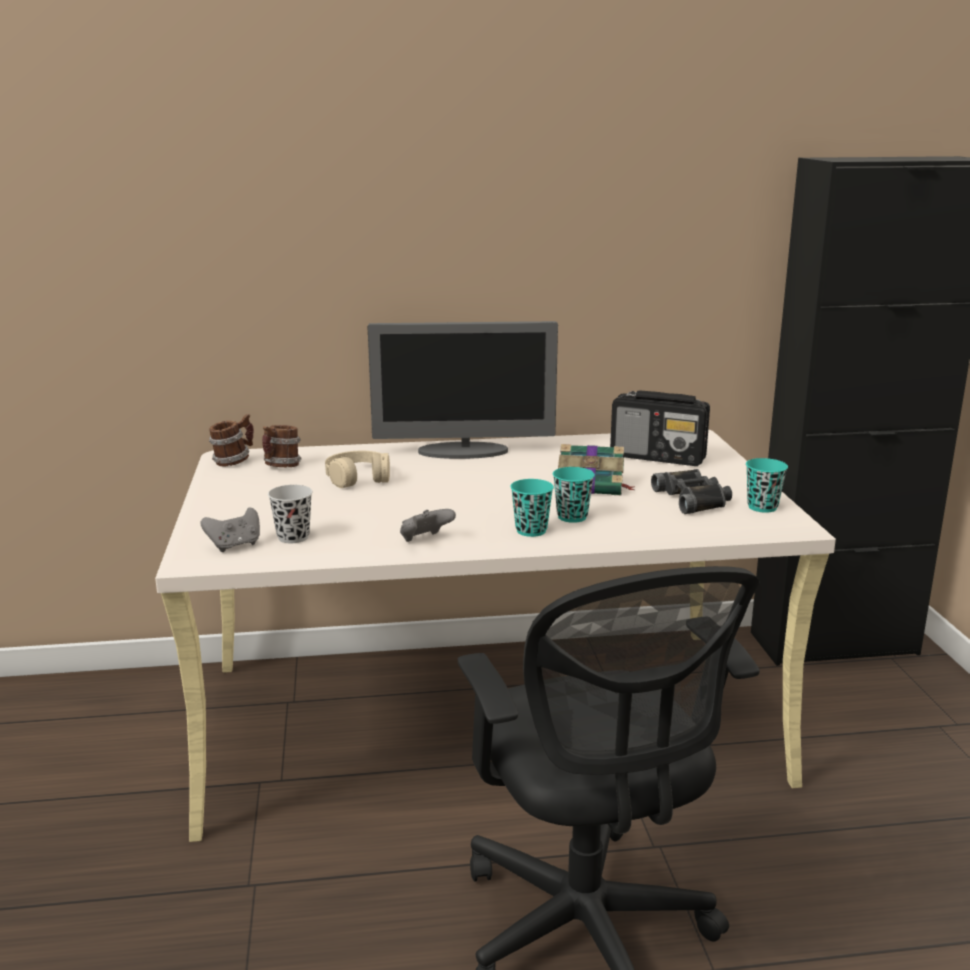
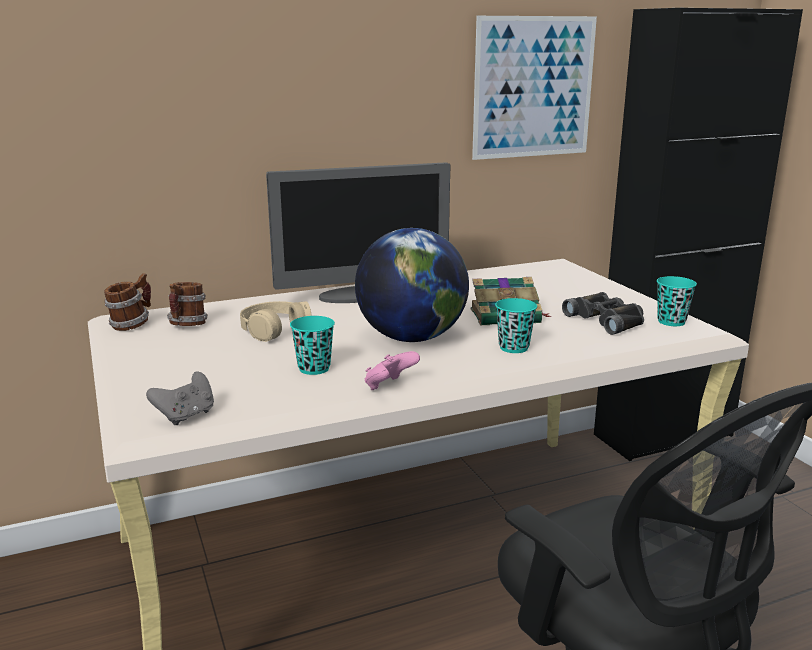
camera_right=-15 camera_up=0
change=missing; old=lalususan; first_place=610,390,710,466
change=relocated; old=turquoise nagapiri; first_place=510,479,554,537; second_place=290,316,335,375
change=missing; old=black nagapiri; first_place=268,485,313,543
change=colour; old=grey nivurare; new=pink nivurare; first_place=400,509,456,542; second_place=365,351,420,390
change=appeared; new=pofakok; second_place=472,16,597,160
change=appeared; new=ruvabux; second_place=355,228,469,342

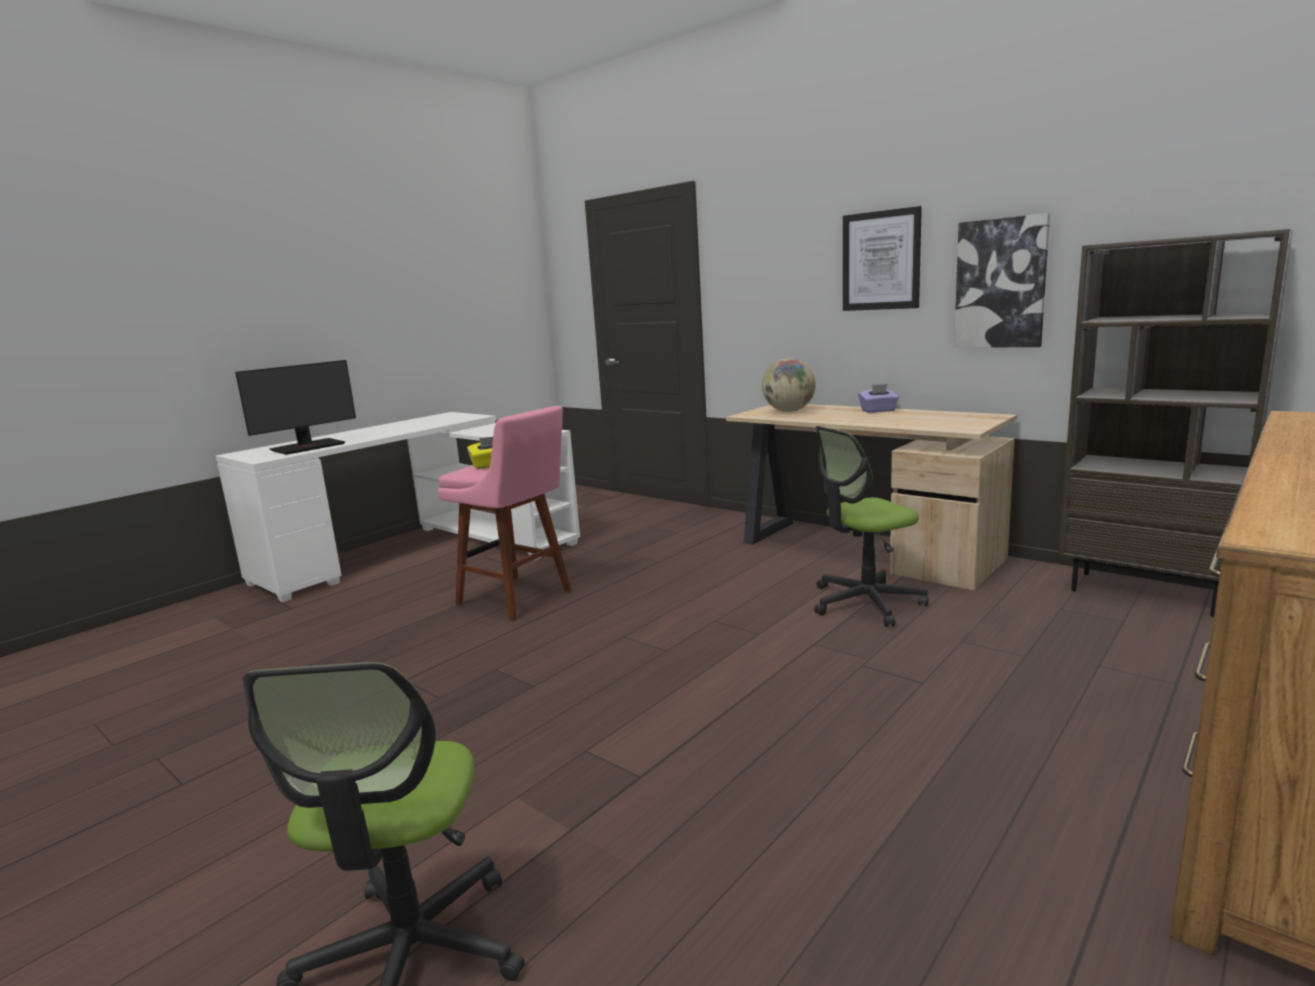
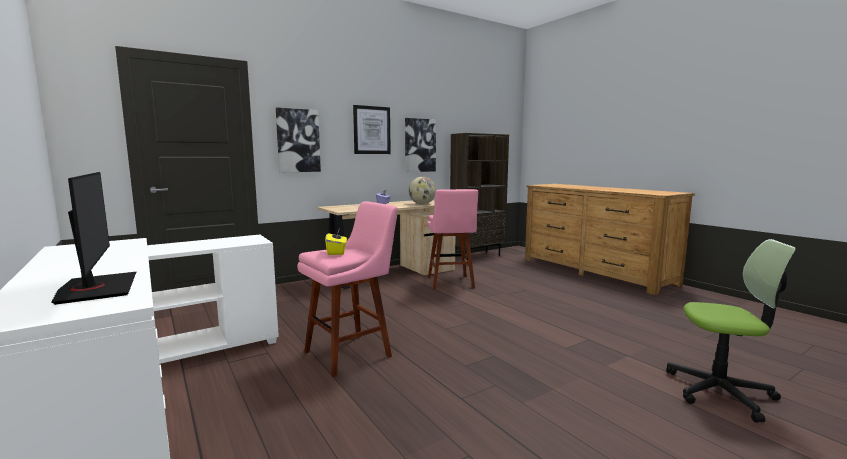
camera_right=-75 camera_up=-5
change=relocated; old=ruvabux; first_place=762,358,816,412; second_place=408,177,436,205
change=exchanged; old=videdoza; new=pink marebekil; first_place=814,426,928,627; second_place=427,189,478,290
change=appeared; new=pofakok; second_place=276,108,321,172

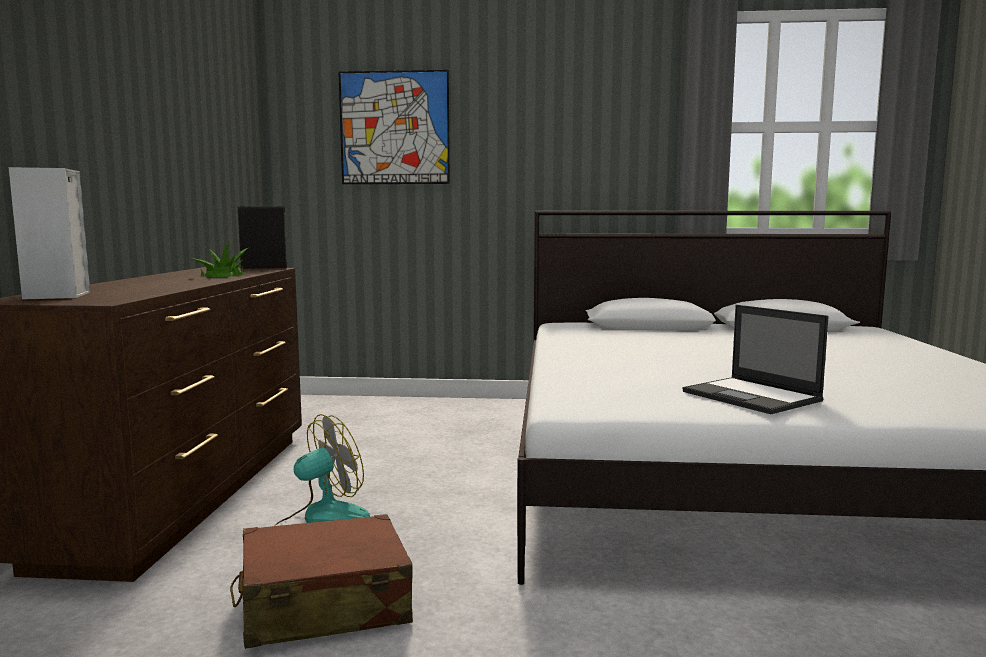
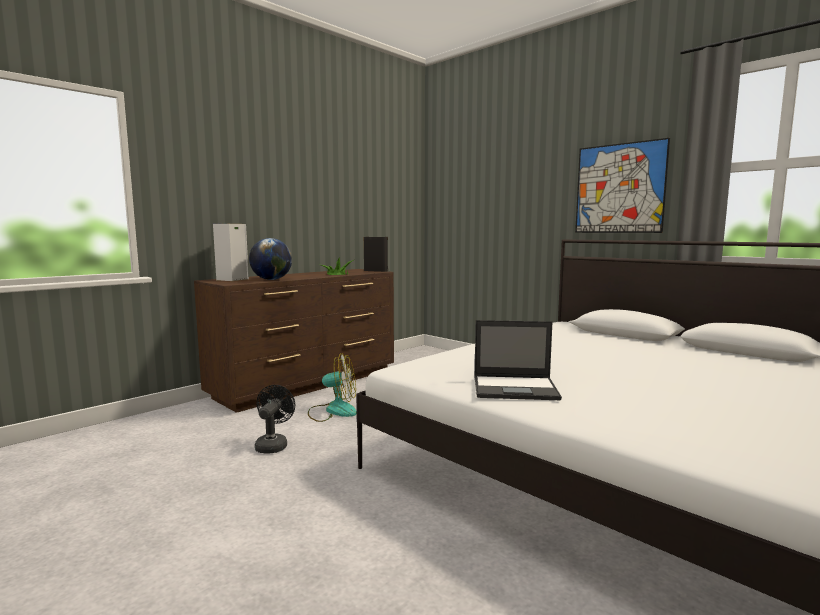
camera_right=40 camera_up=0
change=relocated; old=pofakok; first_place=339,70,450,184; second_place=575,138,670,233
change=spun; old=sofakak; first_place=683,305,829,414; second_place=474,320,562,400; degrees=-90
change=exchanged; old=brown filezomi; new=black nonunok; first_place=230,514,413,649; second_place=255,385,295,454
change=appeared; new=ruvabux; second_place=249,238,292,280

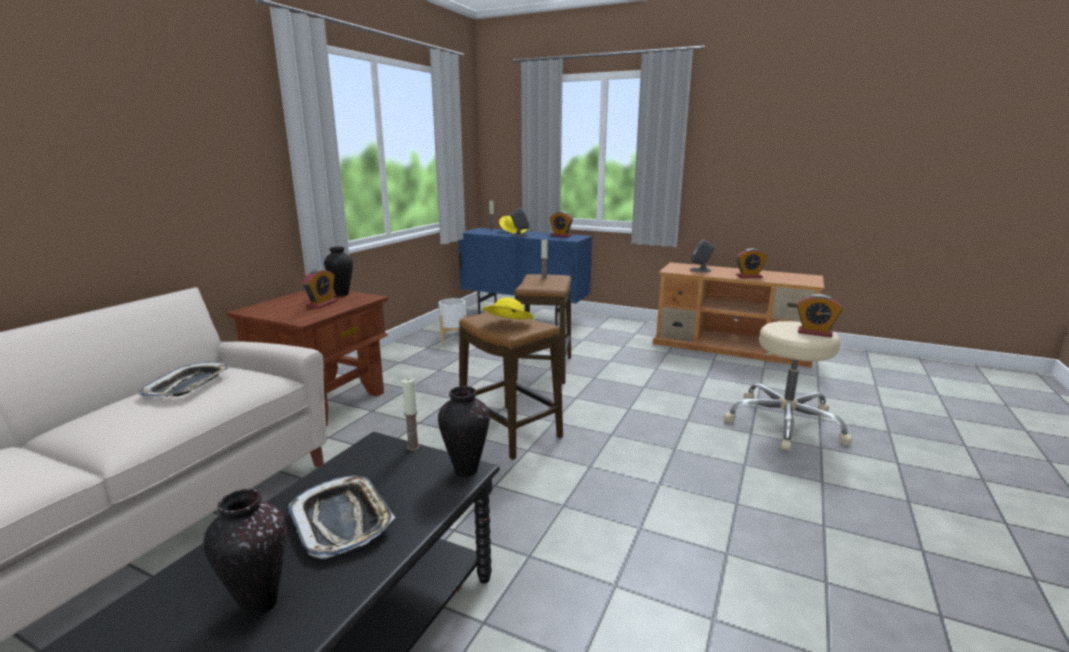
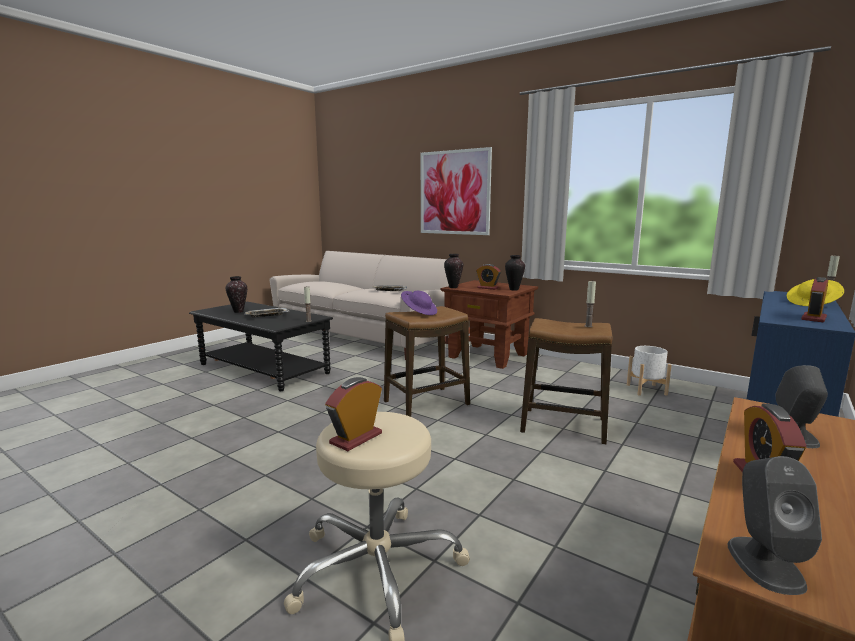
camera_right=100 camera_up=-5
change=relocated; old=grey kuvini; first_place=511,207,530,237; second_place=728,456,822,595
change=colour; old=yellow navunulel; new=purple navunulel; first_place=482,297,534,320; second_place=401,291,437,315
change=relocated; old=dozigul; first_place=438,386,490,477; second_place=444,254,463,288
change=appeared; new=pofakok; second_place=421,147,492,235

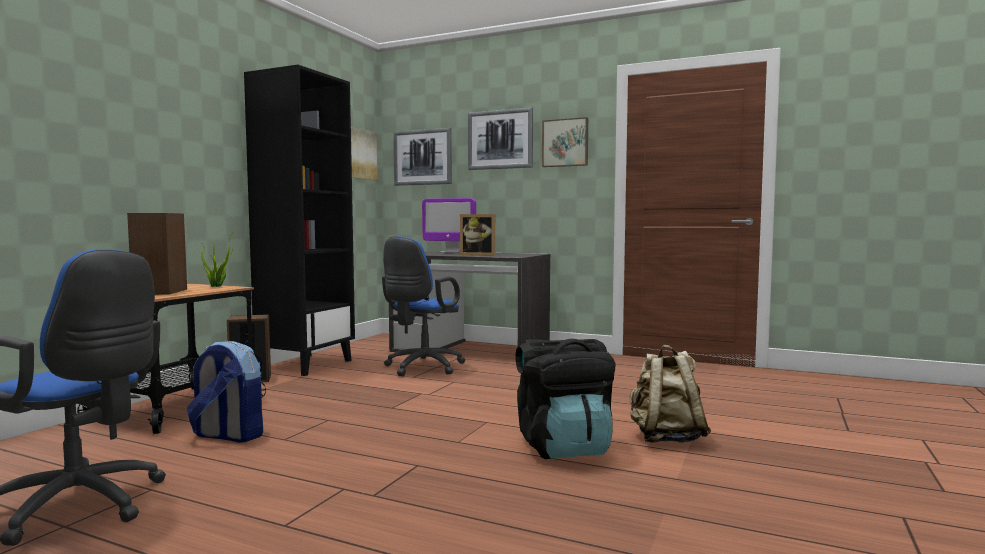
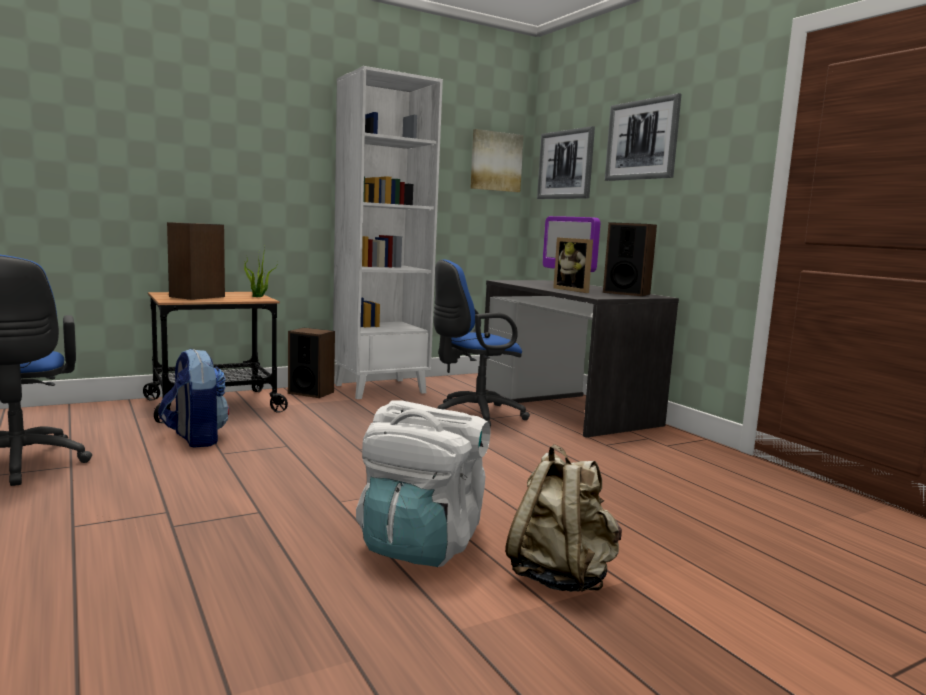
camera_right=35 camera_up=5
change=colour; old=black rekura; new=white rekura; first_place=244,65,355,376; second_place=333,66,443,399
change=missing; old=pofakok; first_place=542,117,588,167
change=colour; old=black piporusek; new=white piporusek; first_place=515,339,616,459; second_place=356,400,490,567
change=appeared; new=kuvini; second_place=603,222,657,296

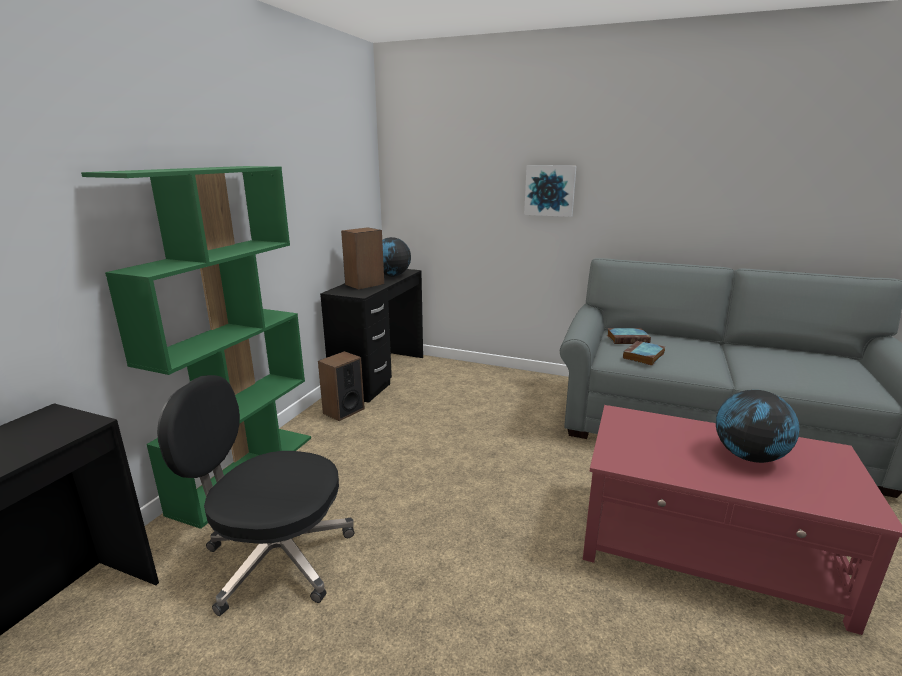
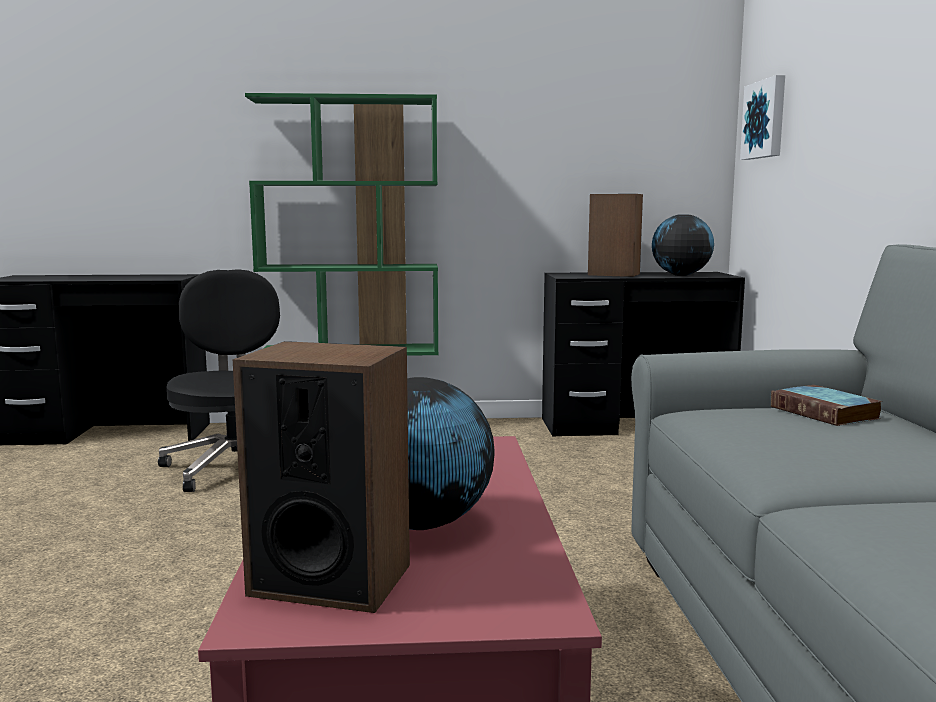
camera_right=65 camera_up=-10
change=relocated; old=pofakok; first_place=524,165,576,217; second_place=740,75,785,160
change=missing; old=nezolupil; first_place=623,341,665,366
change=relocated; old=kuvini; first_place=318,351,365,421; second_place=233,341,410,613

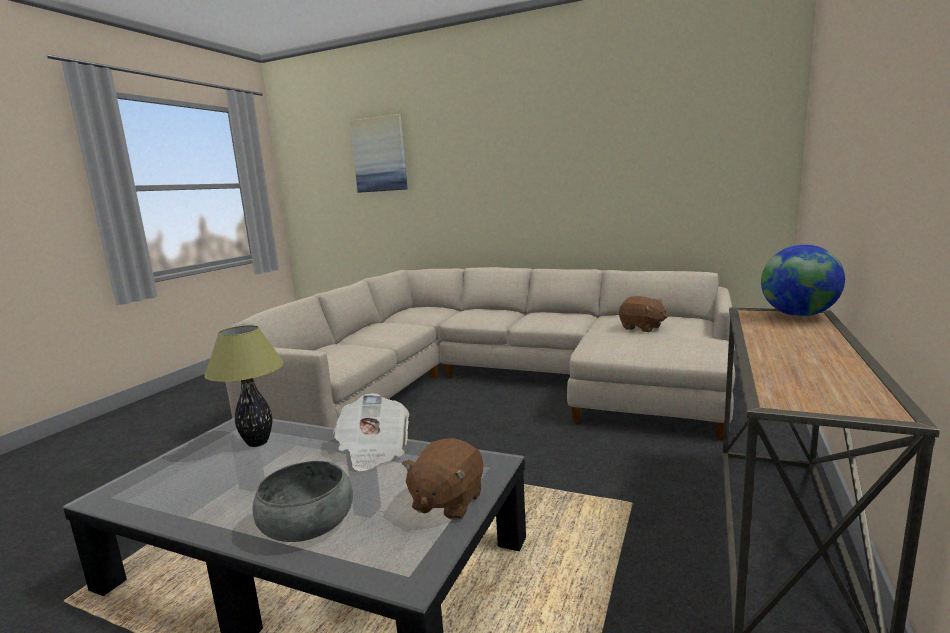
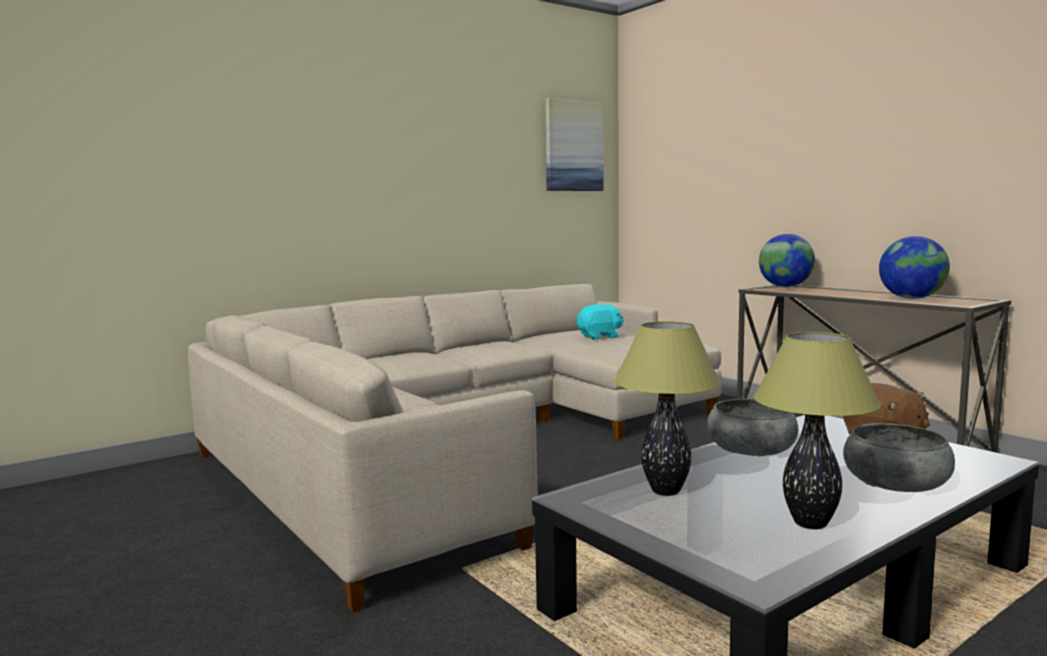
camera_right=-60 camera_up=-5
change=relocated; old=pofakok; first_place=350,114,408,193; second_place=545,98,604,191
change=colour; old=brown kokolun; new=turquoise kokolun; first_place=619,296,667,332; second_place=577,304,624,339
change=exchanged; old=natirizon; new=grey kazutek; first_place=333,393,409,471; second_place=707,399,798,457
change=appeared; new=ruvabux; second_place=879,236,950,299
change=appeared; new=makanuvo; second_place=754,332,881,529

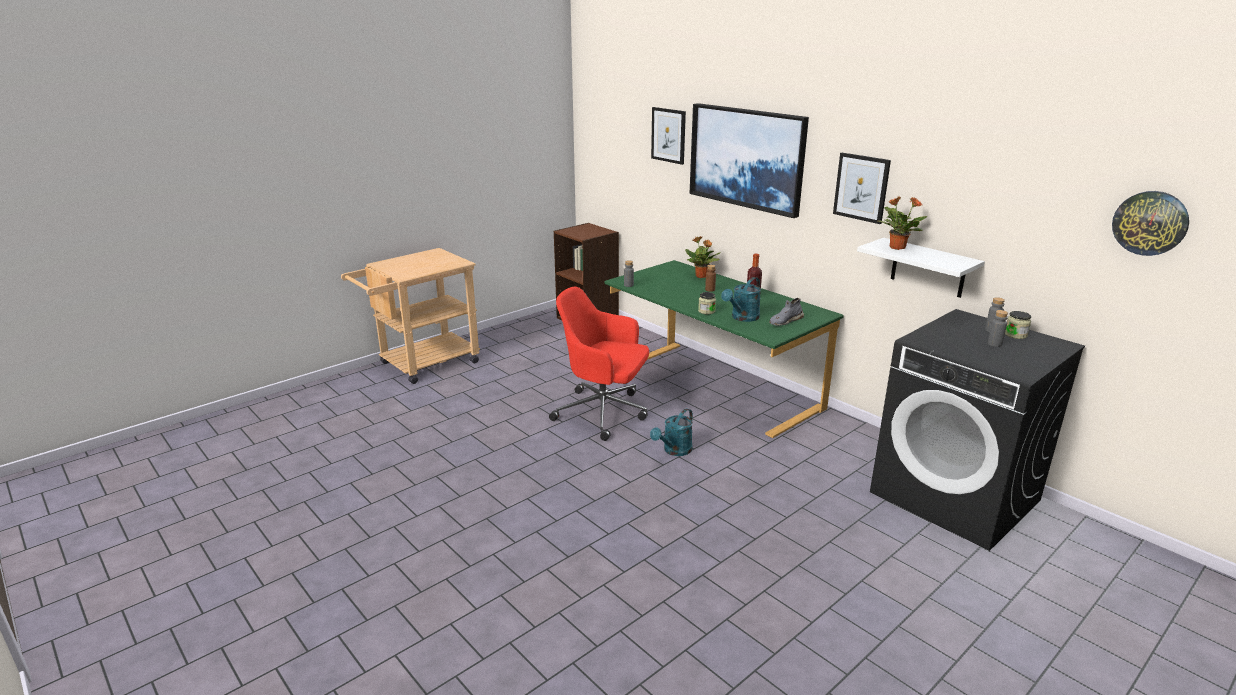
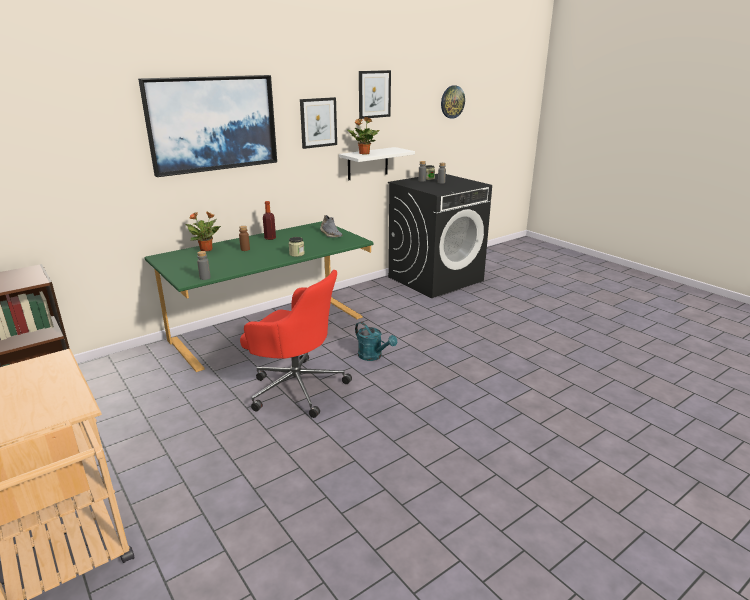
camera_right=-85 camera_up=0
change=relocated; old=pofakok; first_place=651,107,686,165; second_place=359,70,391,119
change=missing; old=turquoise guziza; first_place=721,277,761,322
change=spun; old=red videdoza; first_place=549,286,649,441; second_place=240,270,352,418; degrees=-90

